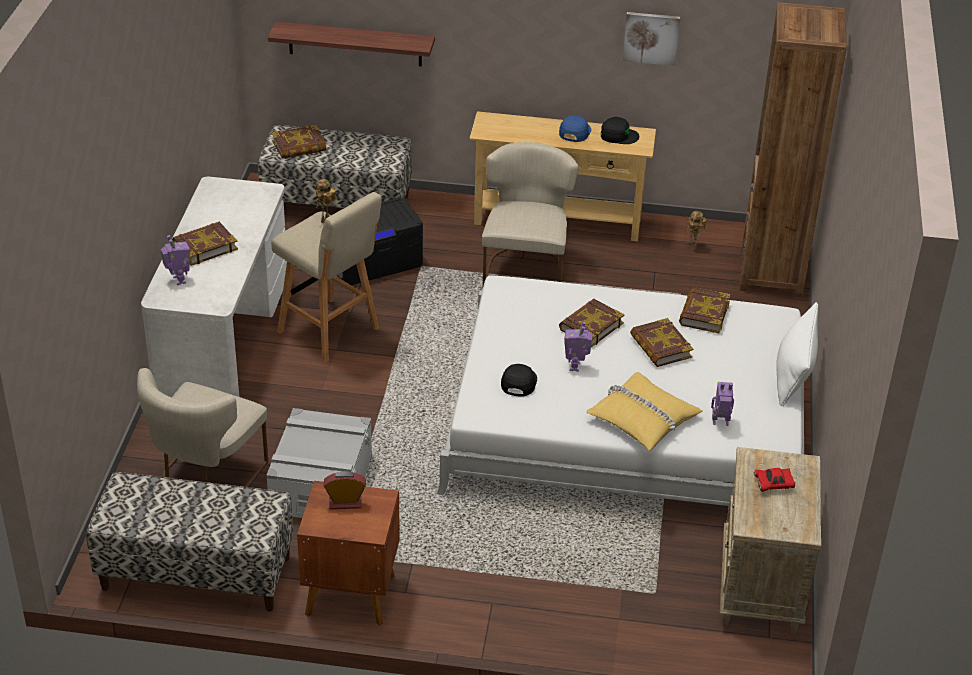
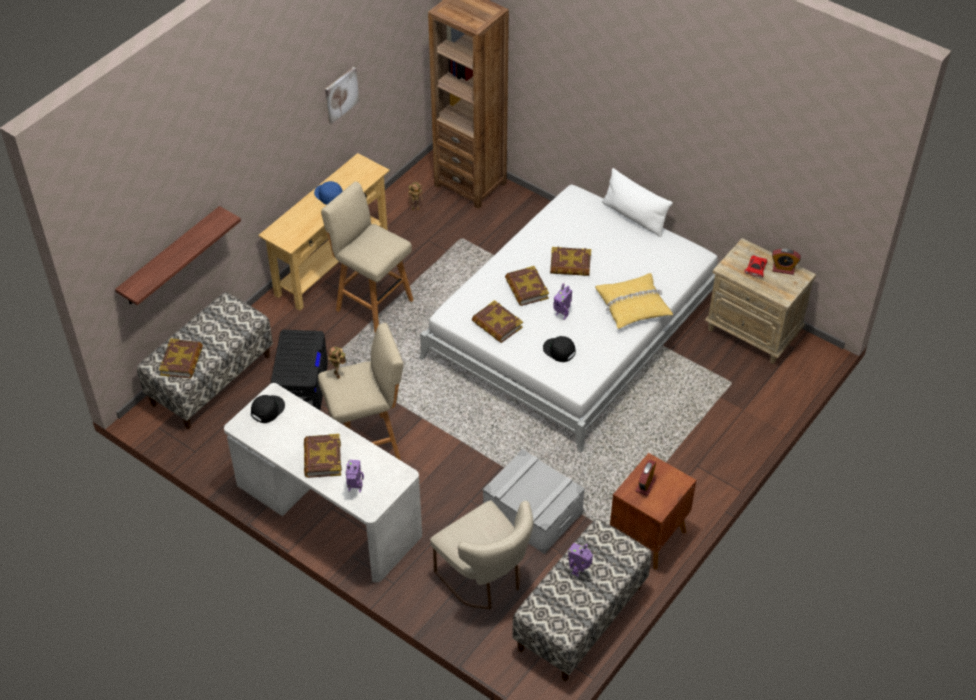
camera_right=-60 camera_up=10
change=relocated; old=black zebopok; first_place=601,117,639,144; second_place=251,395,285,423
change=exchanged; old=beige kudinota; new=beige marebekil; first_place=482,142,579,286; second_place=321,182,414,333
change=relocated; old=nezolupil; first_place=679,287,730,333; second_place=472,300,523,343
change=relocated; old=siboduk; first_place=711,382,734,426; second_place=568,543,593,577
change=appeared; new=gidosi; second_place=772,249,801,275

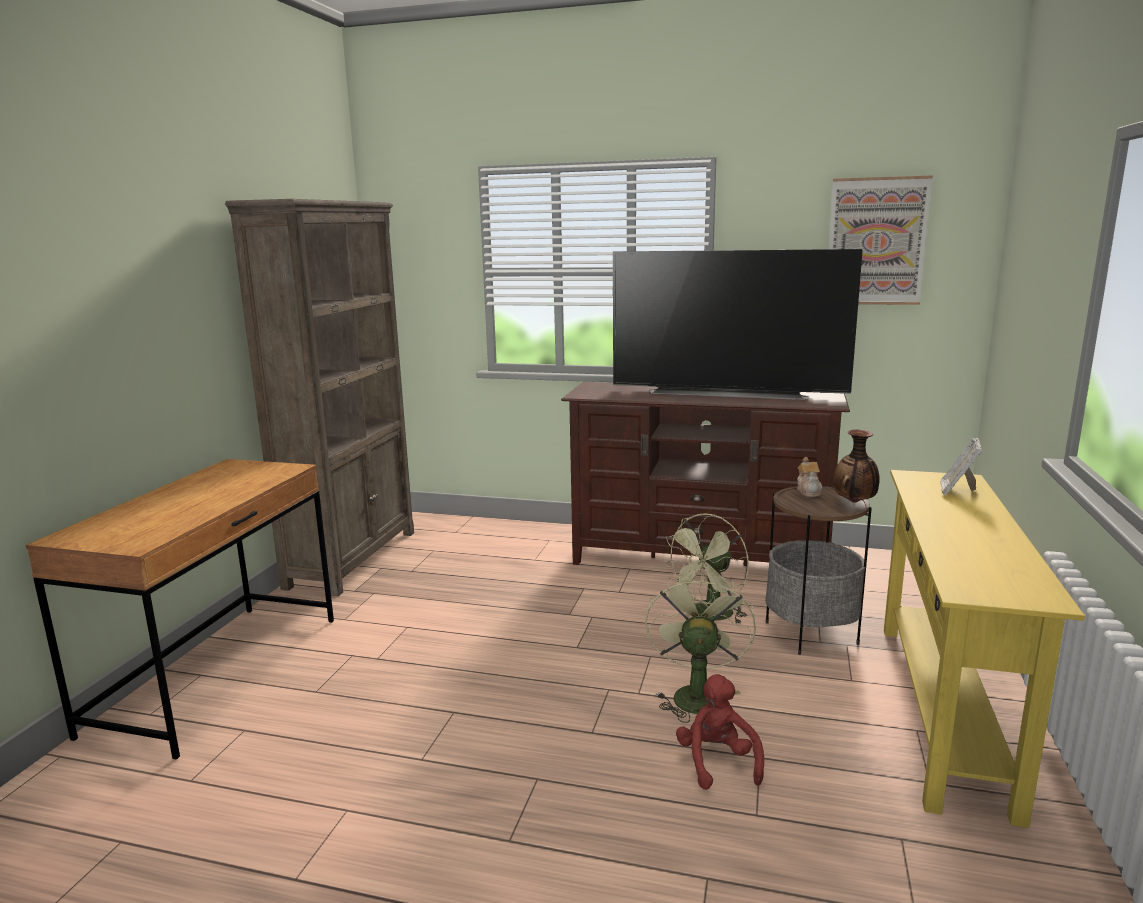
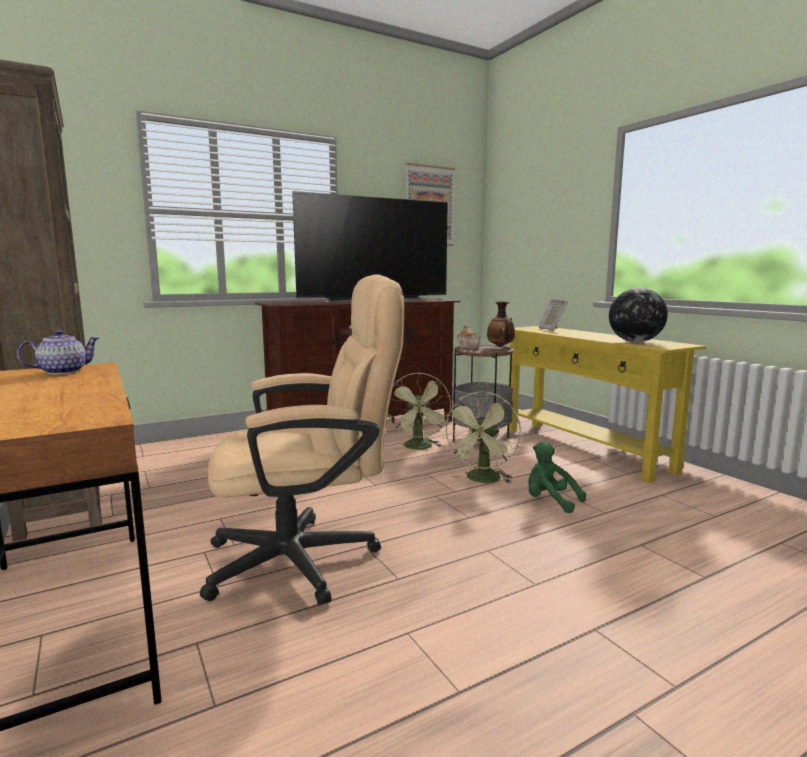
camera_right=-45 camera_up=-5
change=spun; old=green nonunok; first_place=645,571,756,723; second_place=443,391,521,484; degrees=-120
change=colour; old=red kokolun; new=green kokolun; first_place=676,674,764,790; second_place=528,441,586,513
change=appeared; new=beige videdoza; second_place=200,274,404,605
change=appeared; new=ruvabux; second_place=609,288,668,342
change=appeared; new=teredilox; second_place=17,330,99,374

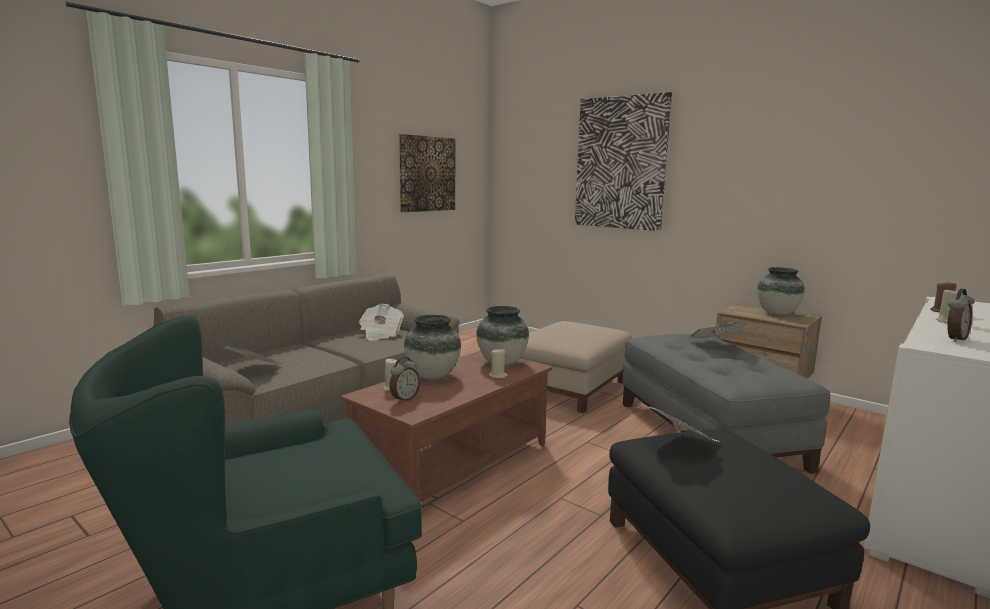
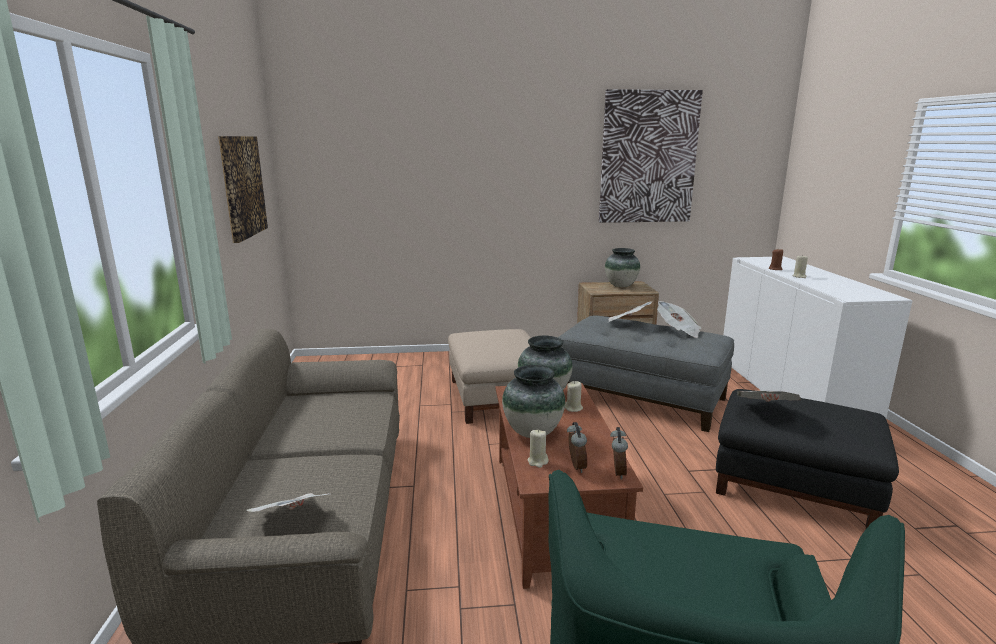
camera_right=-45 camera_up=5
change=relocated; old=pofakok; first_place=575,92,672,231; second_place=599,89,703,223
change=relocated; old=gidosi; first_place=947,289,974,342; second_place=610,427,628,479
change=relocated; old=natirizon; first_place=359,304,404,341; second_place=657,301,701,338

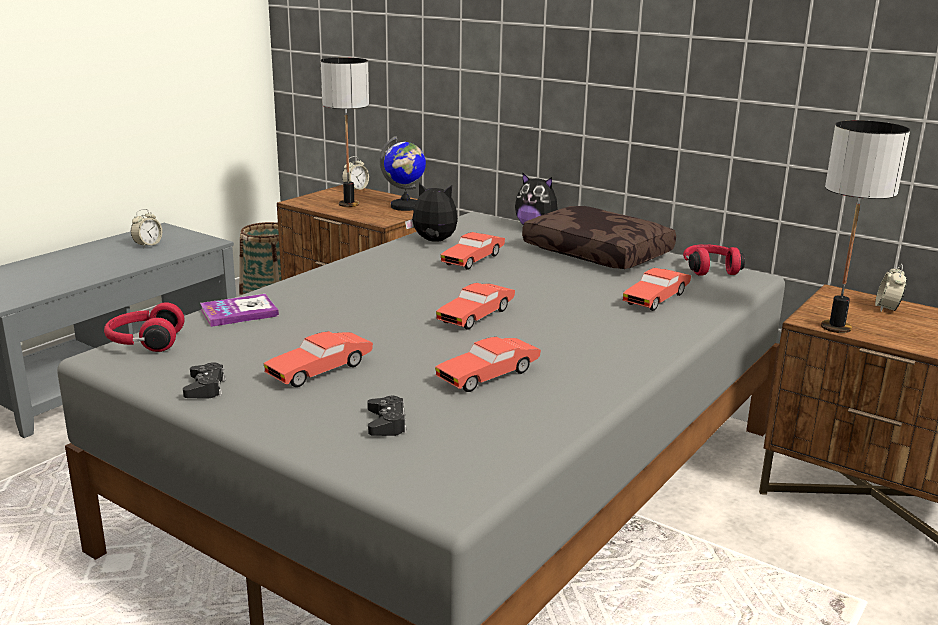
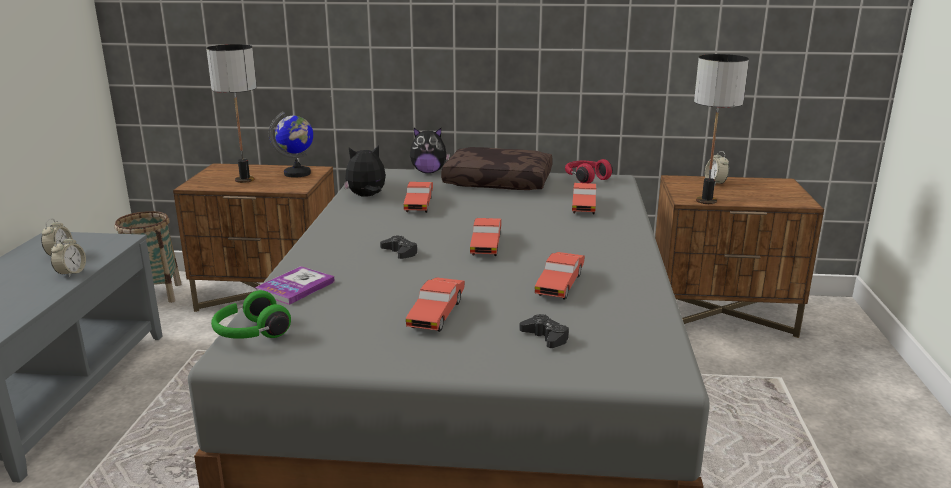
camera_right=-30 camera_up=0
change=relocated; old=gidosi; first_place=342,156,369,190; second_place=51,235,86,278
change=colour; old=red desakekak; new=green desakekak; first_place=104,302,185,352; second_place=211,290,291,339
change=relocated; old=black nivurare; first_place=183,363,226,399; second_place=380,236,418,259

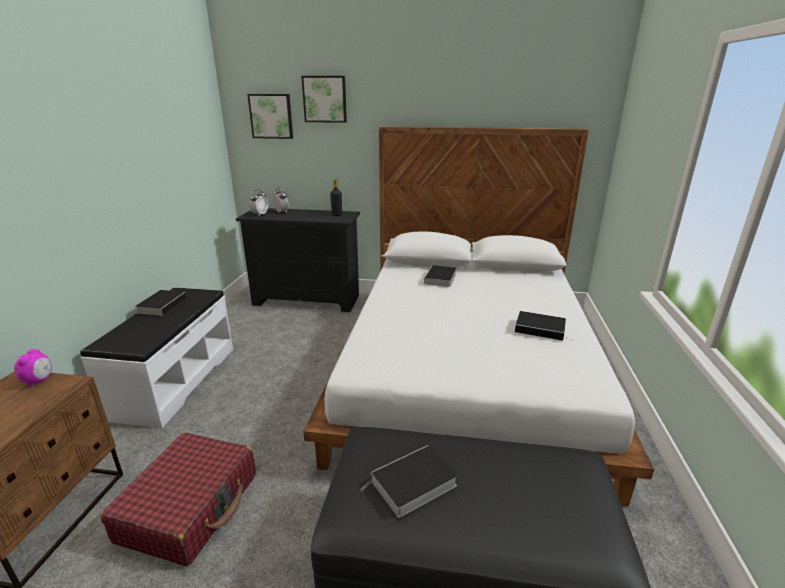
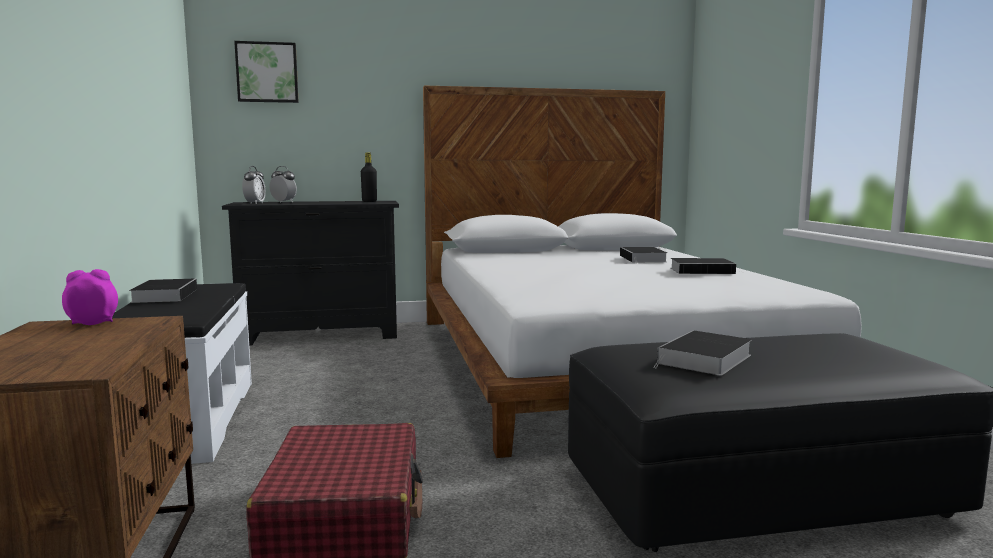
camera_right=-20 camera_up=-15
change=missing; old=pofakok; first_place=301,76,347,123
change=relocated; old=nezolupil; first_place=424,265,456,287; second_place=620,247,668,263
change=spun; old=gidosi; first_place=14,349,52,387; second_place=62,269,118,325; degrees=-90

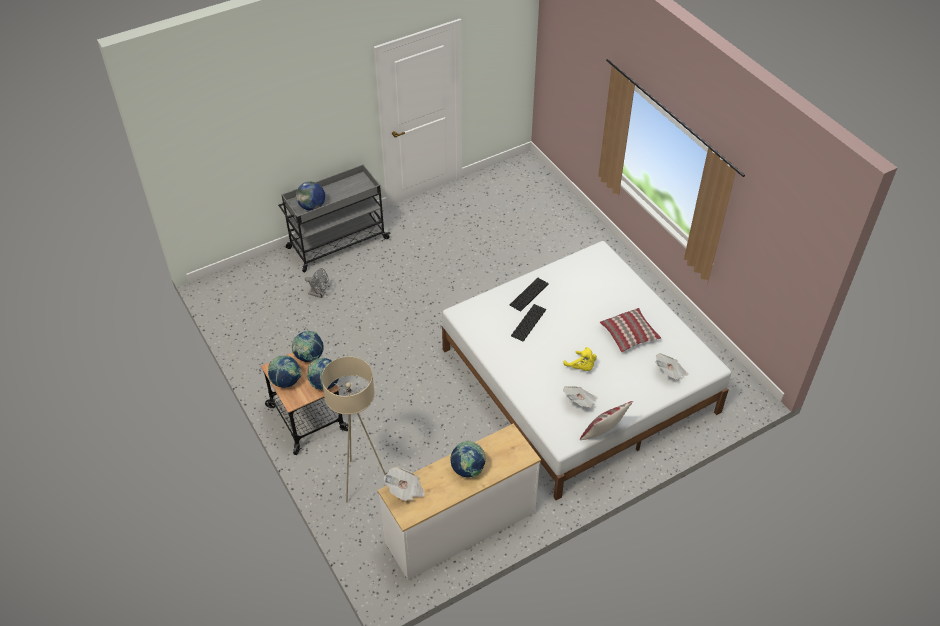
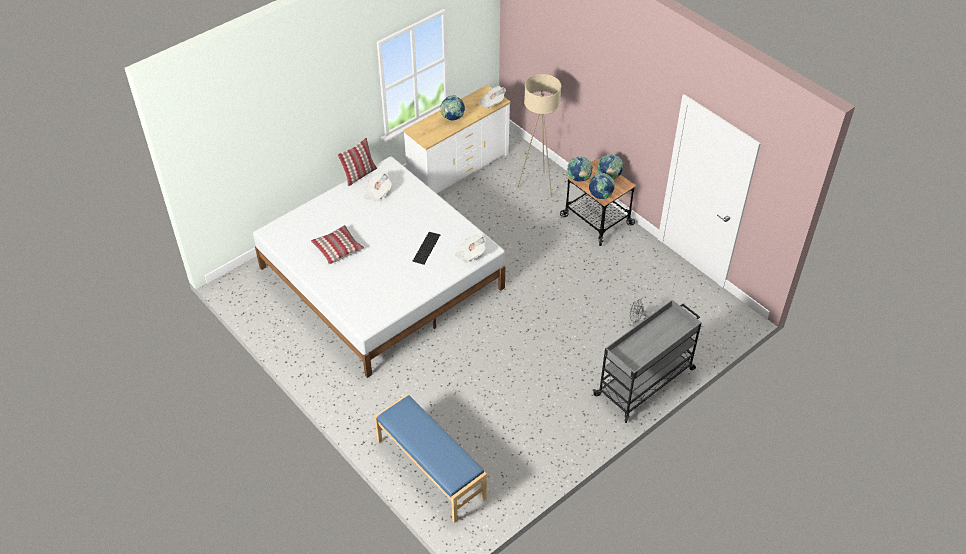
camera_right=170 camera_up=0
change=missing; old=ruvabux; first_place=296,182,325,211
change=missing; old=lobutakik; first_place=510,278,549,312
change=missing; old=yellow kokolun; first_place=563,347,597,371
change=relocated; old=natirizon; first_place=655,353,688,380; second_place=456,234,486,263
change=appeared; new=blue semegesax; second_place=374,394,487,523

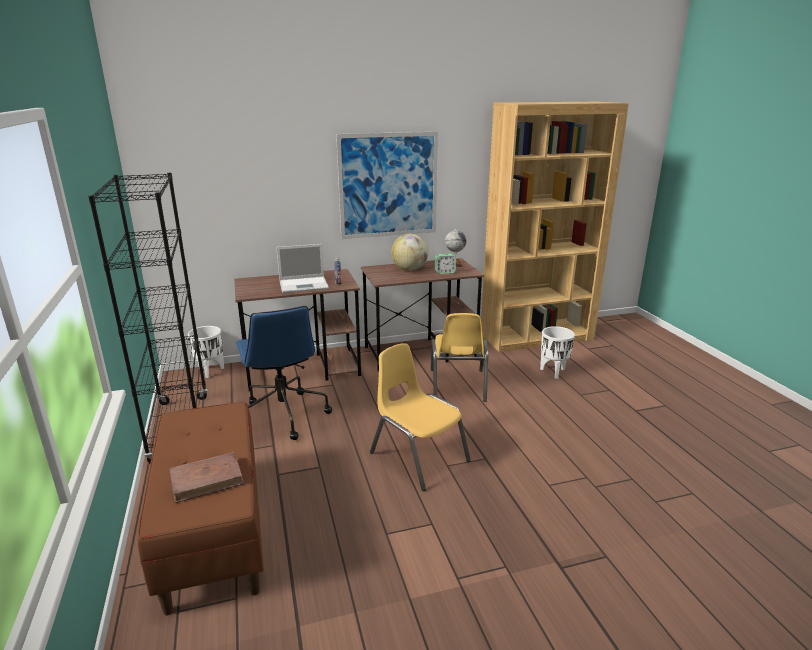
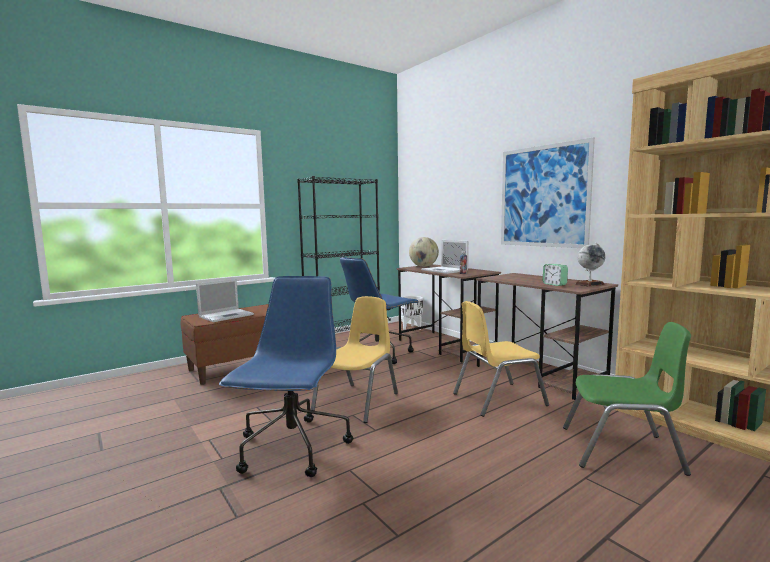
camera_right=70 camera_up=-15
change=relocated; old=ruvabux; first_place=391,234,428,271; second_place=409,237,439,267
change=exchanged; old=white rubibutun; new=green kudinota; first_place=540,326,575,379; second_place=563,322,691,476
change=exchanged; old=brown nezolupil; new=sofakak; first_place=170,452,245,503; second_place=196,279,254,322
change=appeared; new=blue videdoza; second_place=219,276,353,477

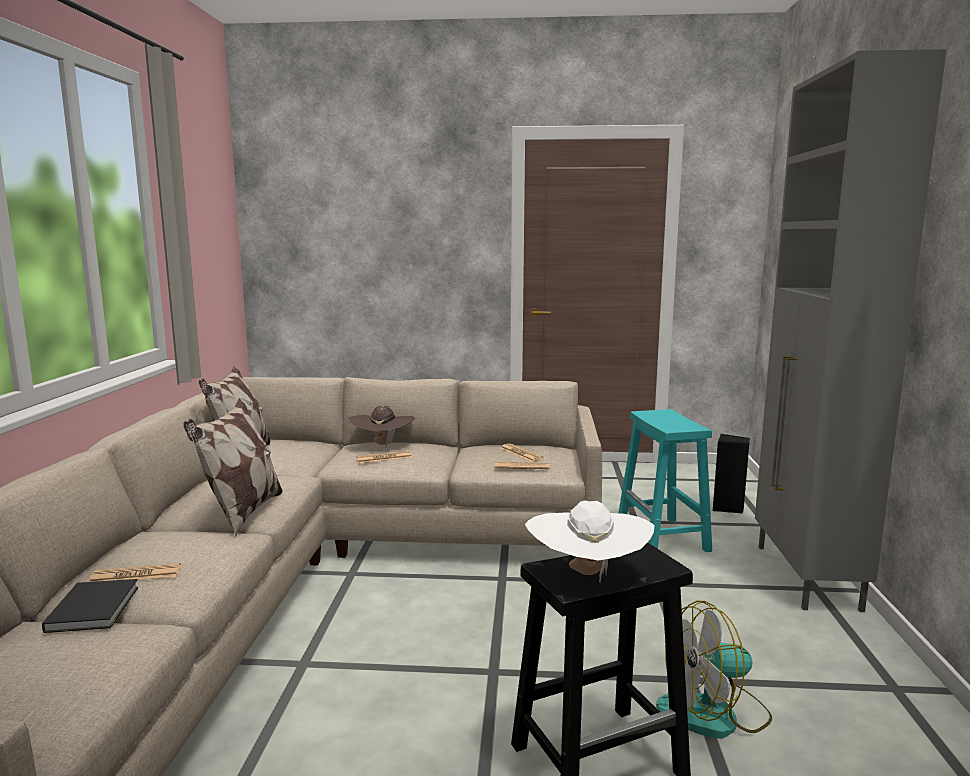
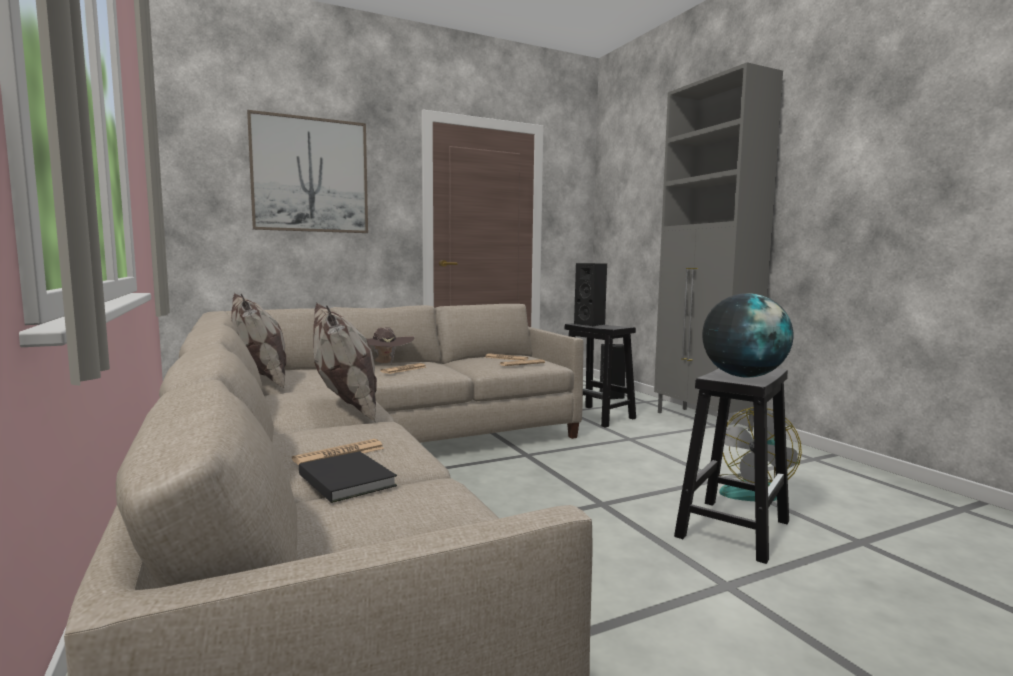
camera_right=-30 camera_up=-5
change=colour; old=turquoise marebekil; new=black marebekil; first_place=619,409,712,552; second_place=565,323,636,428
change=exchanged; old=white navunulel; new=ruvabux; first_place=525,501,654,582; second_place=702,293,793,378
change=appeared; new=pofakok; second_place=247,110,368,233
change=appeared; new=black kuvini; second_place=574,263,607,326

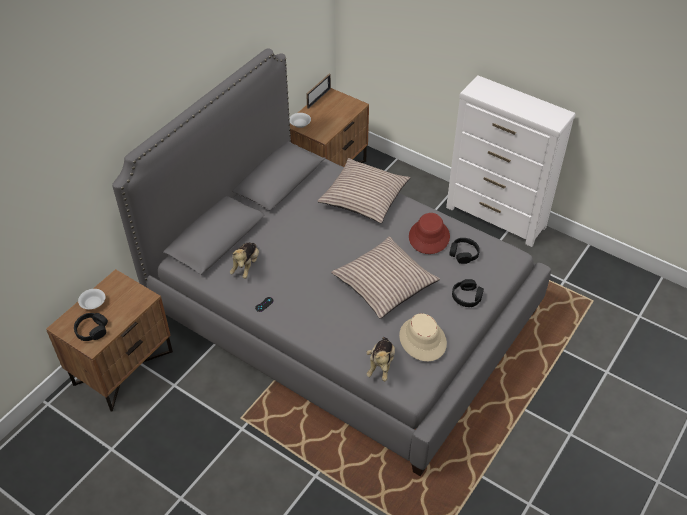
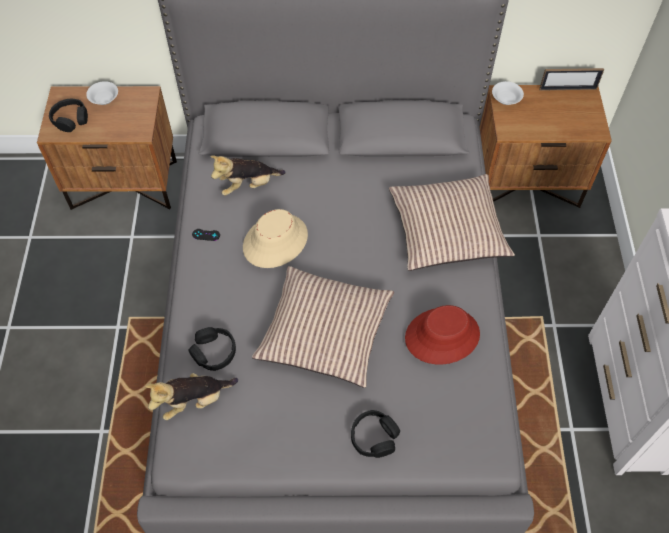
camera_right=55 camera_up=10
change=relocated; old=black desakekak; first_place=449,238,480,264; second_place=188,327,236,371
change=relocated; old=beige navunulel; first_place=399,313,447,362; second_place=243,209,308,268

